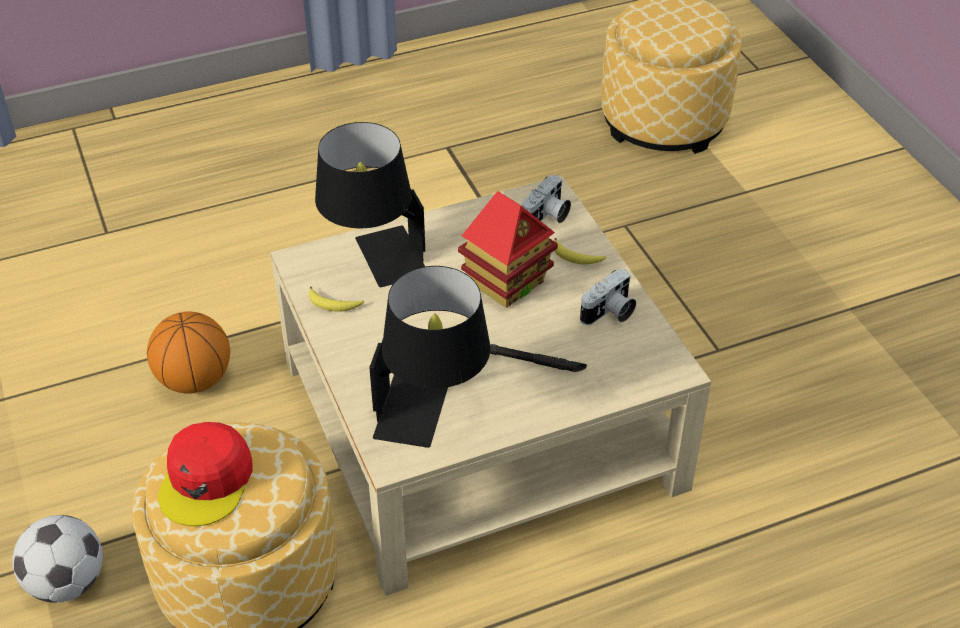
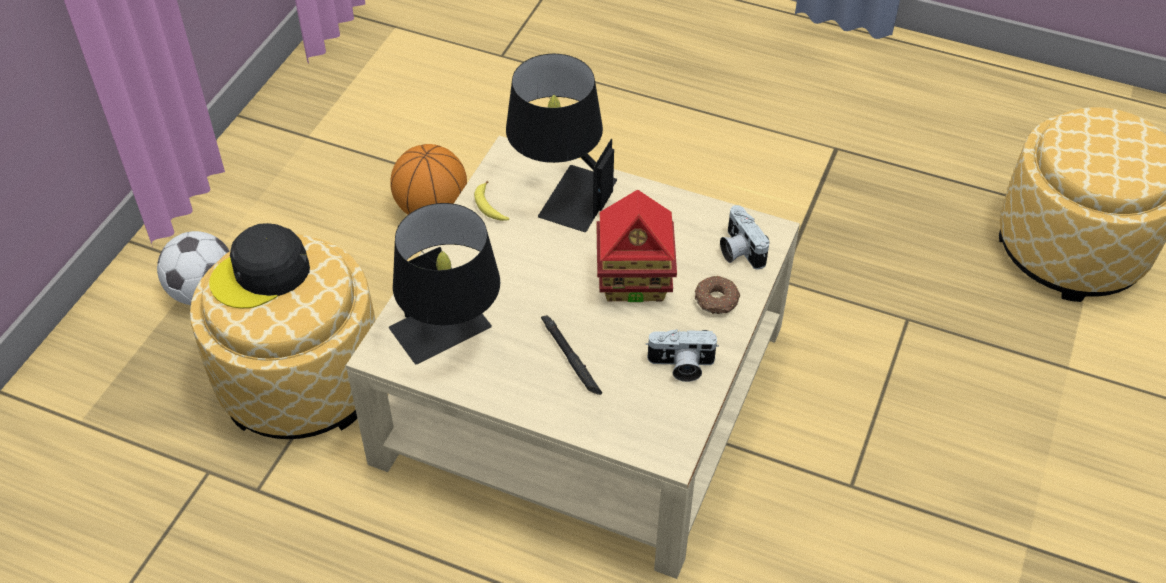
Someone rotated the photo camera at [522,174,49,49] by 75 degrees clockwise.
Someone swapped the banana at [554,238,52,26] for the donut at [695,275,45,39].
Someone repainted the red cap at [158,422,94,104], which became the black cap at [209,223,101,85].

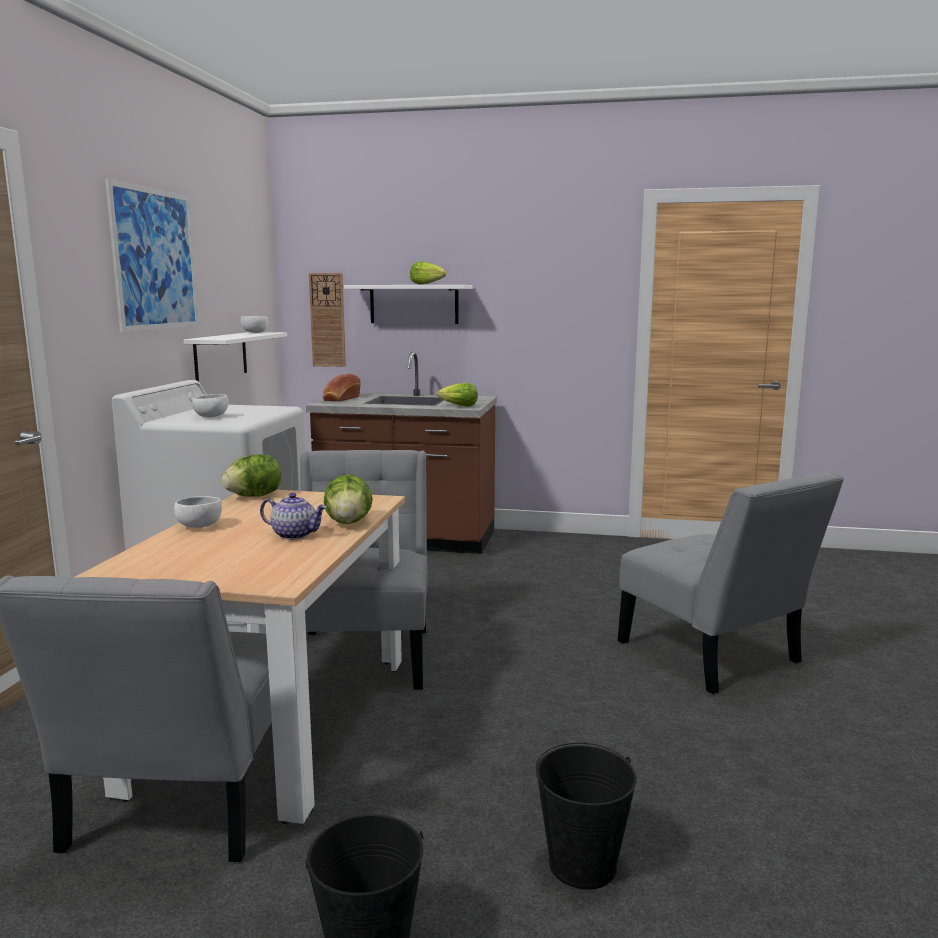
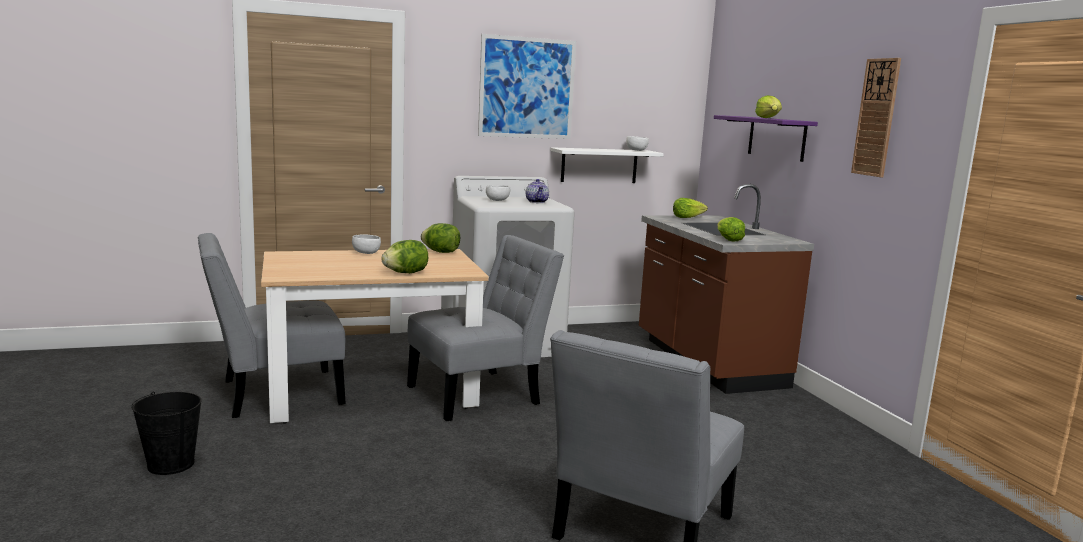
Someone carried the wall clock from [309,273,37,94] to [851,58,50,119].
Someone repainted the white shelf at [344,285,128,39], which became the purple shelf at [714,115,104,47].
Someone swapped the bread at [323,374,38,28] for the lettuce at [673,198,35,20].
Someone carried the teapot from [260,493,67,47] to [526,179,23,24].
Someone took away the black bucket at [536,743,101,147].

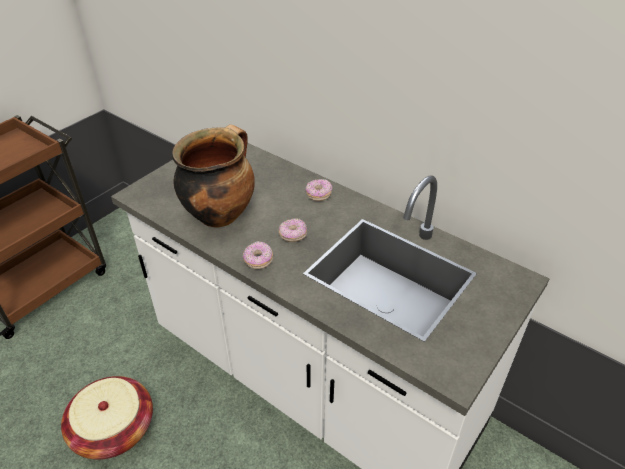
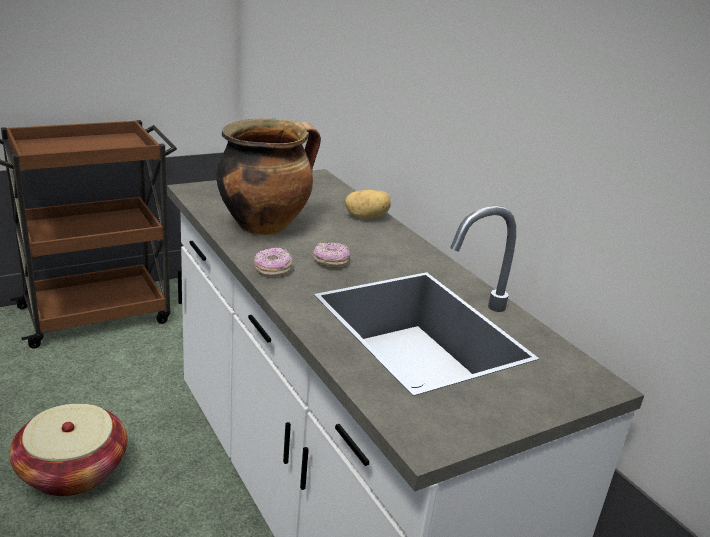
Someone took away the donut at [306,179,26,22].
Someone put down the potato at [344,190,47,29].

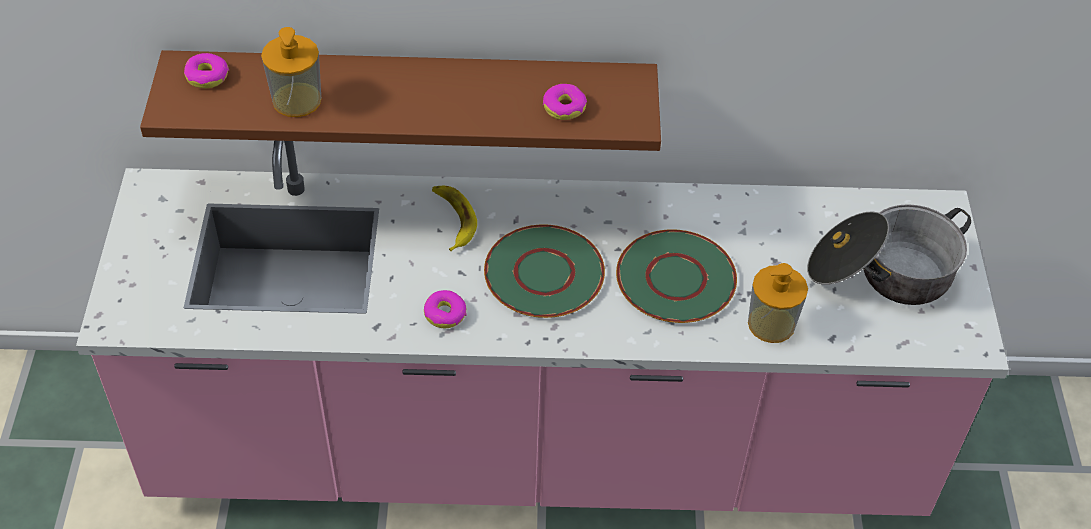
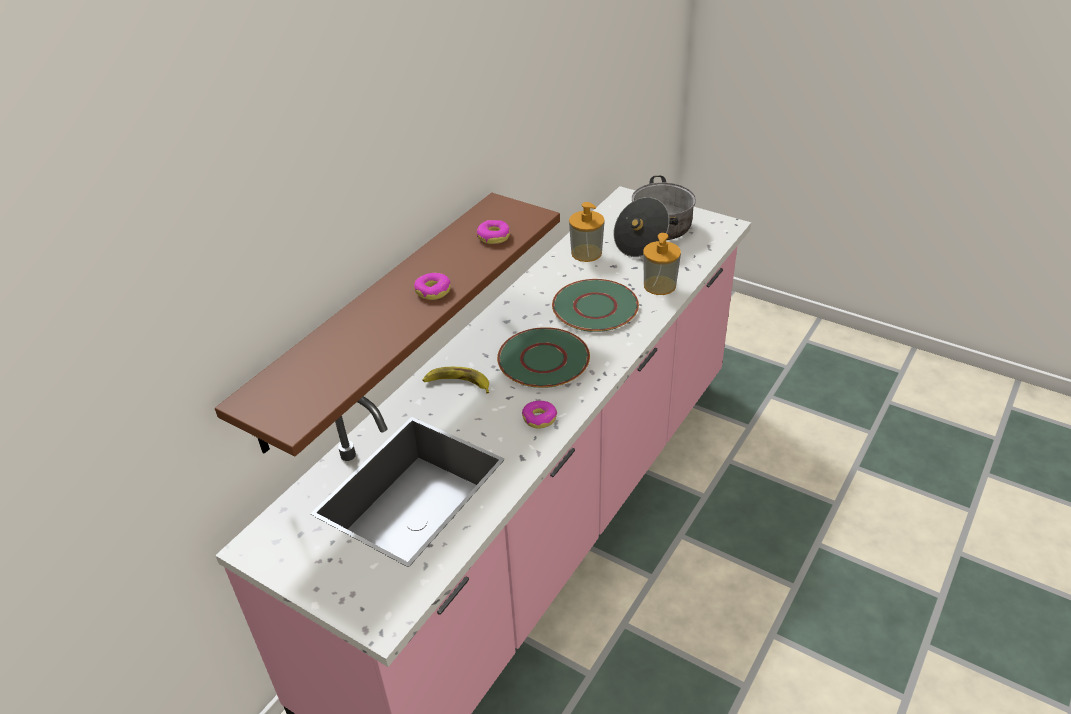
Someone carried the soap dispenser from [261,27,61,90] to [569,202,36,60].
Someone carried the donut from [184,53,45,35] to [414,273,37,27].

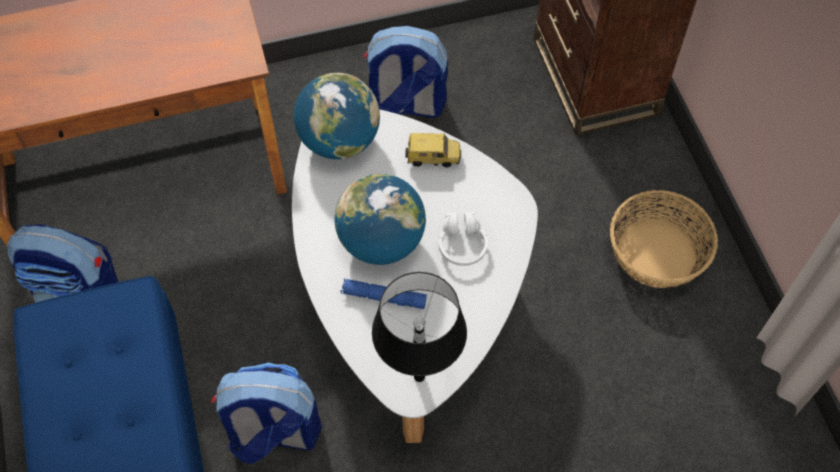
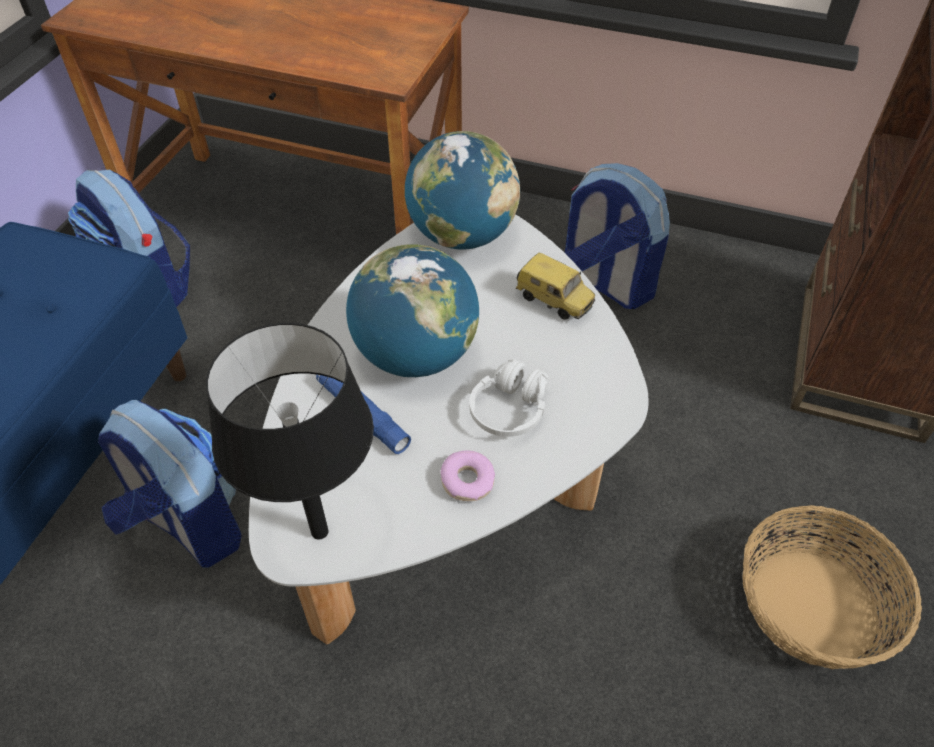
Someone put down the donut at [441,450,54,51].

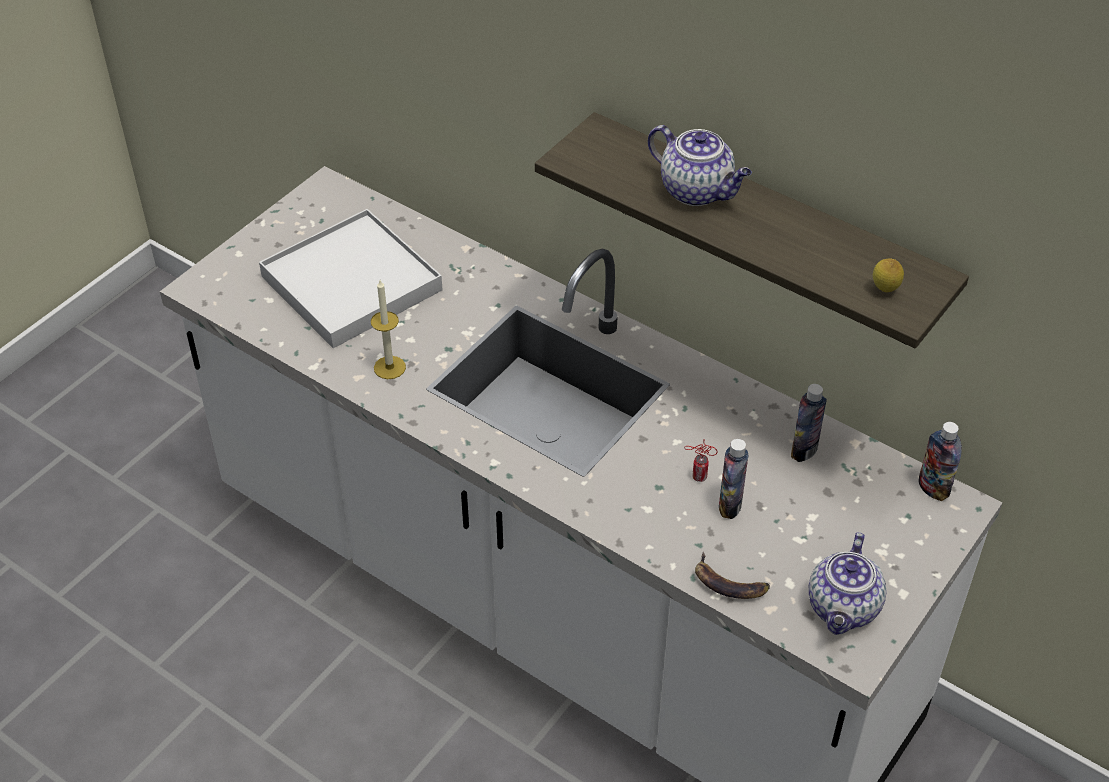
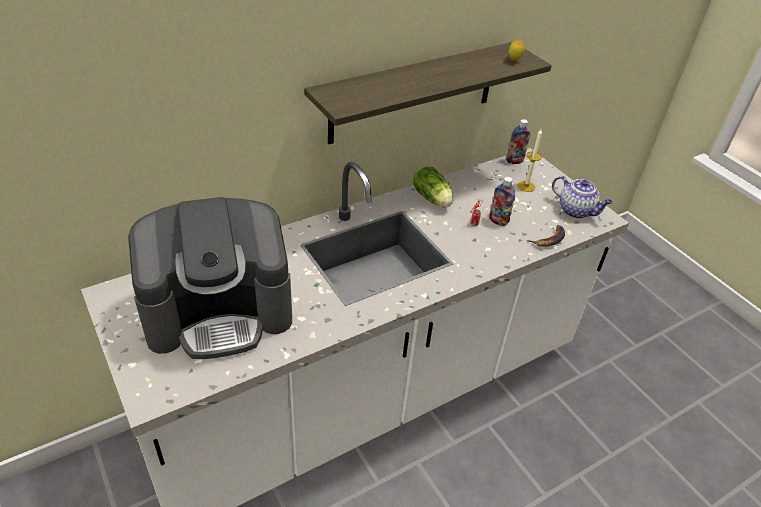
Someone took away the teapot at [648,125,104,81].
Someone swapped the white tray at [259,209,184,139] for the coffee machine at [128,197,164,162].
Someone carried the candle from [371,280,35,99] to [517,129,25,63].
Someone took away the bottle at [791,384,36,78].
Someone put down the lettuce at [413,166,41,42].

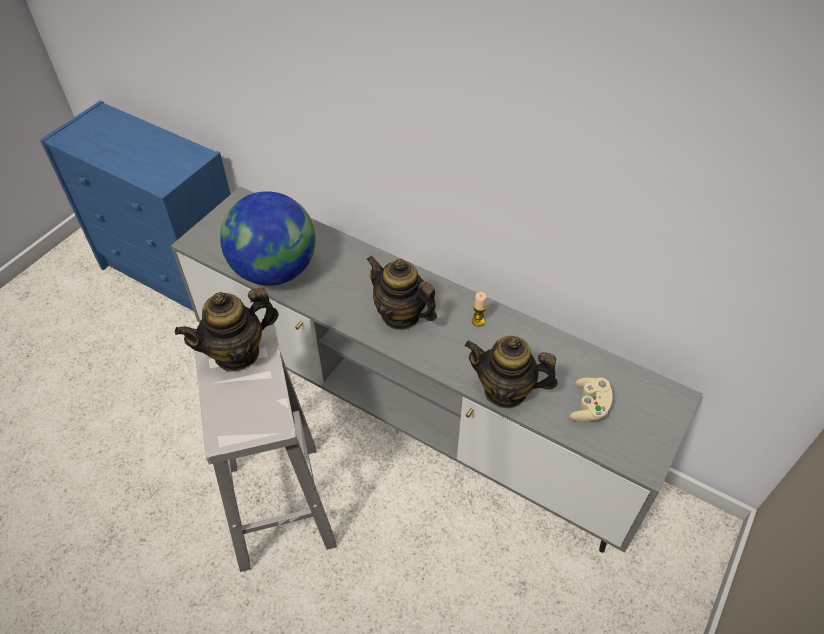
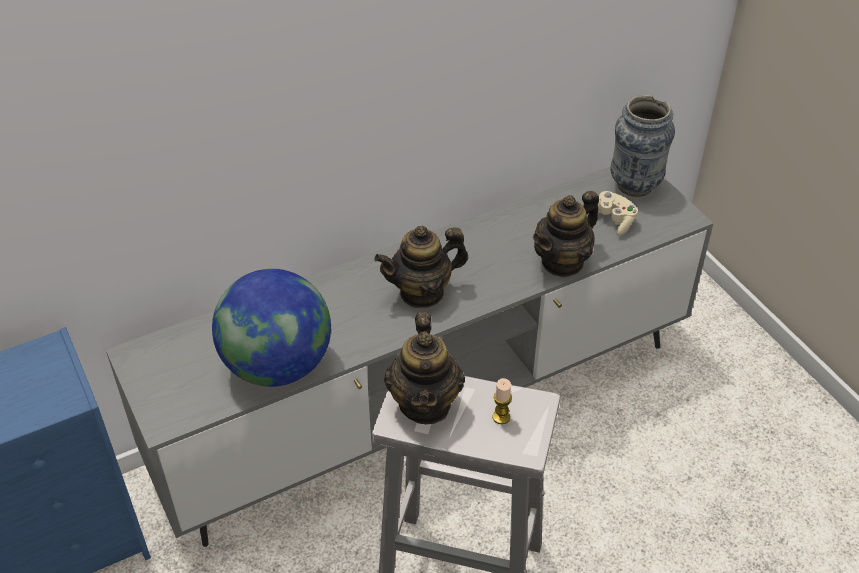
Someone carried the candle from [472,292,15,34] to [493,378,19,46].
Someone put down the vase at [611,95,64,102].

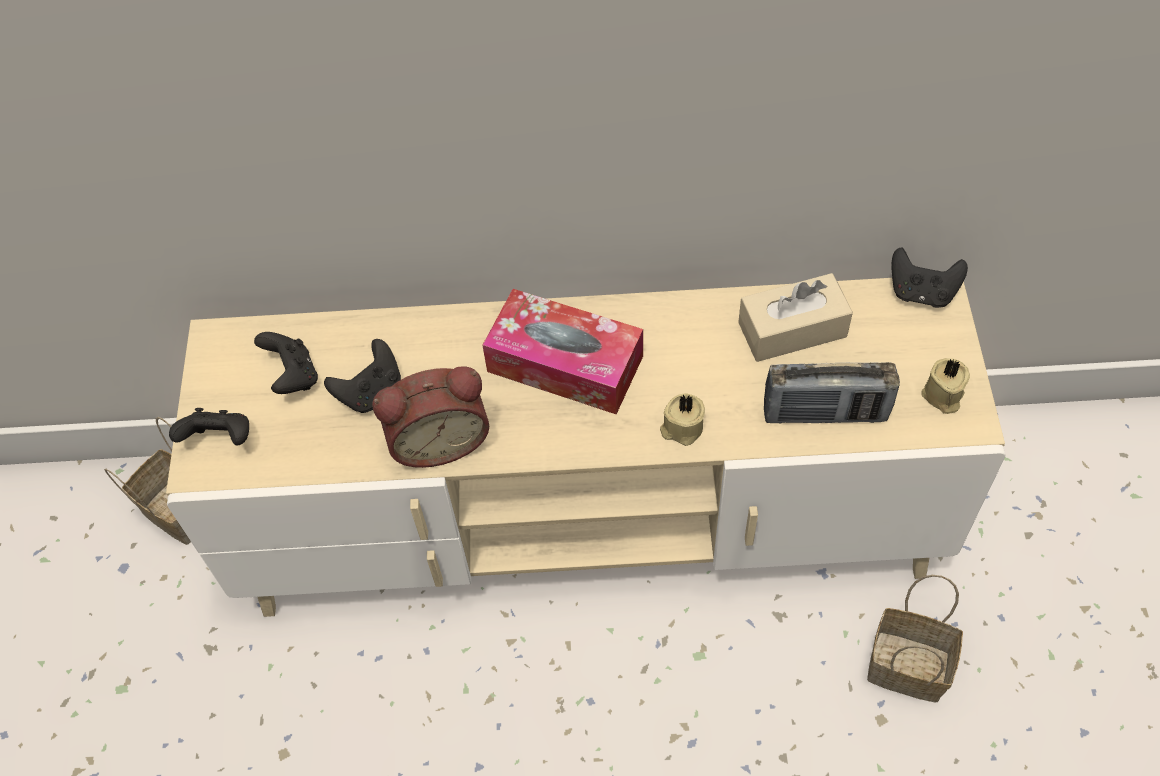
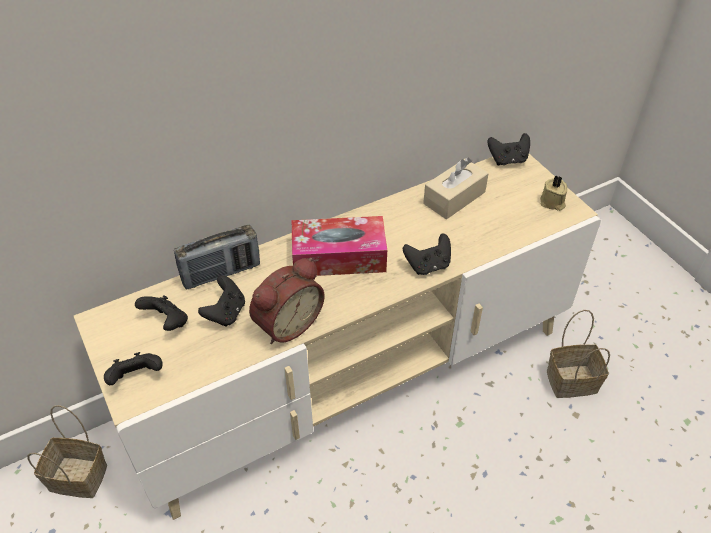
Someone carried the radio from [764,362,136,61] to [174,225,86,65].
Someone swapped the beige candle at [660,393,45,53] for the black game controller at [403,233,48,42].

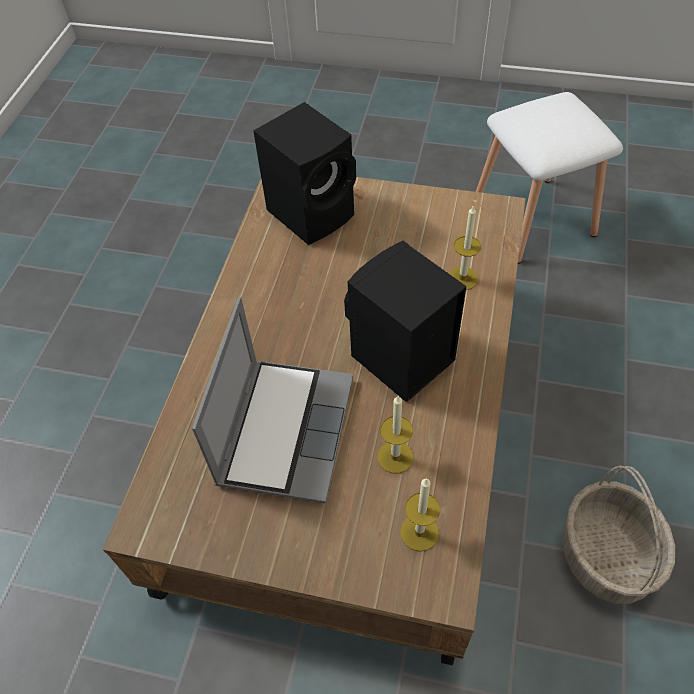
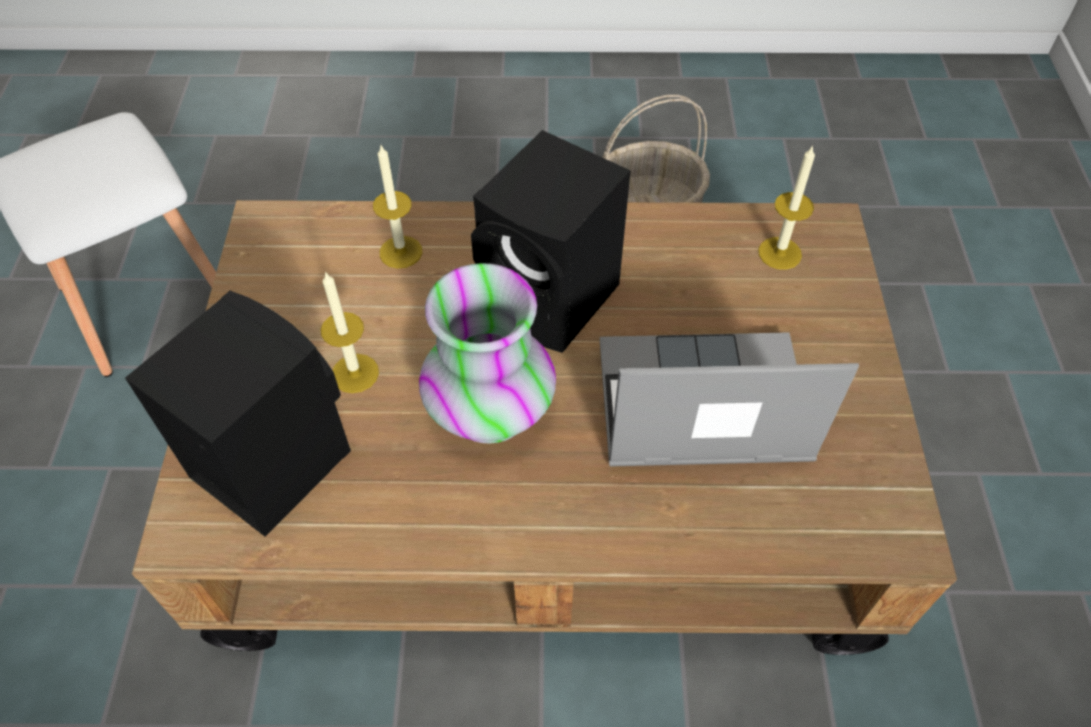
Someone carried the candle from [378,396,36,78] to [321,271,58,122].
Someone put down the vase at [419,263,137,181].

